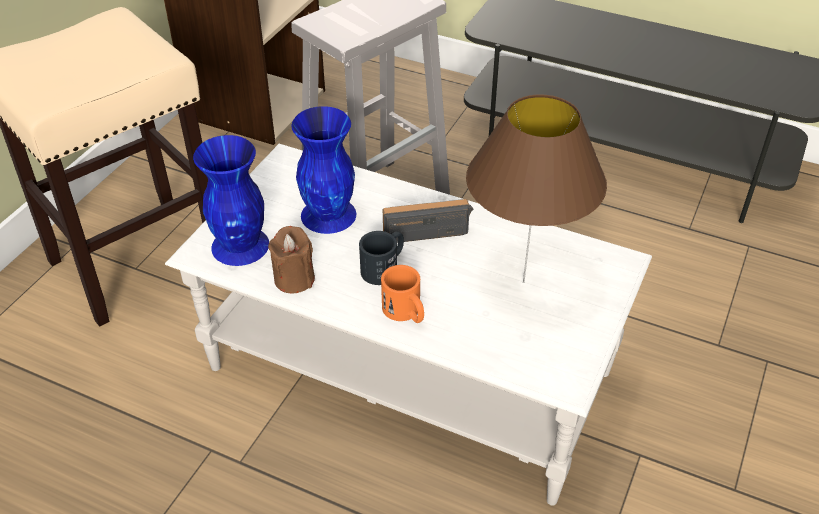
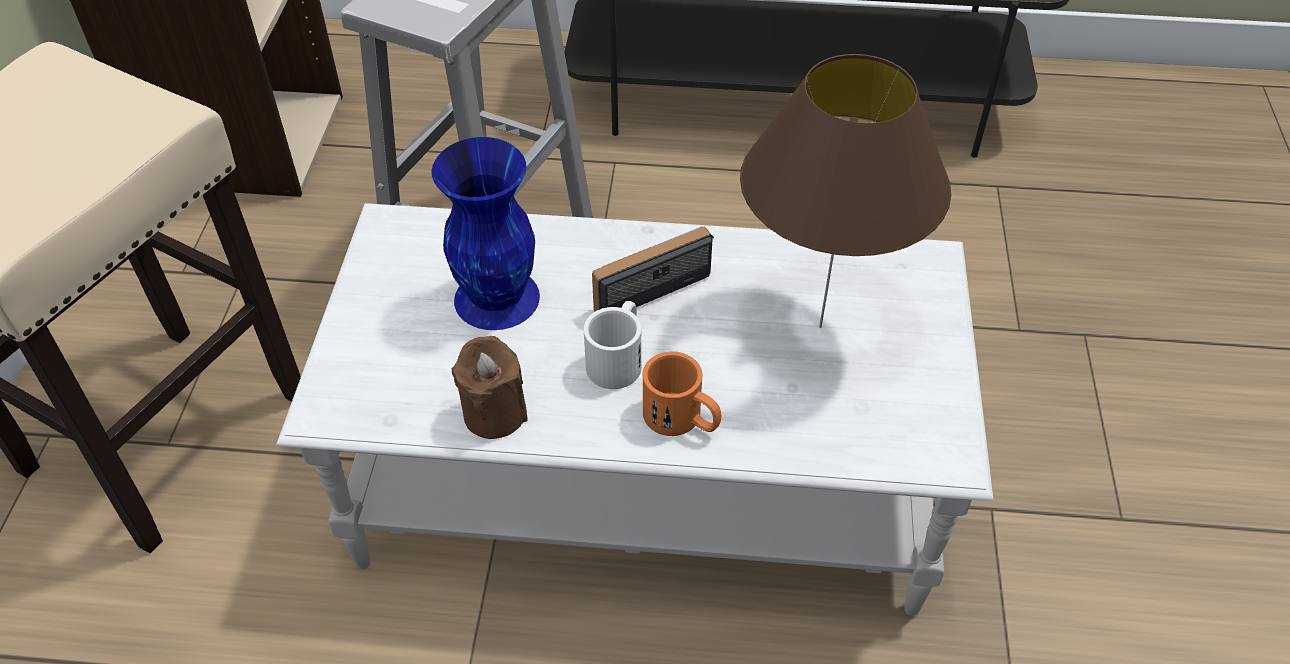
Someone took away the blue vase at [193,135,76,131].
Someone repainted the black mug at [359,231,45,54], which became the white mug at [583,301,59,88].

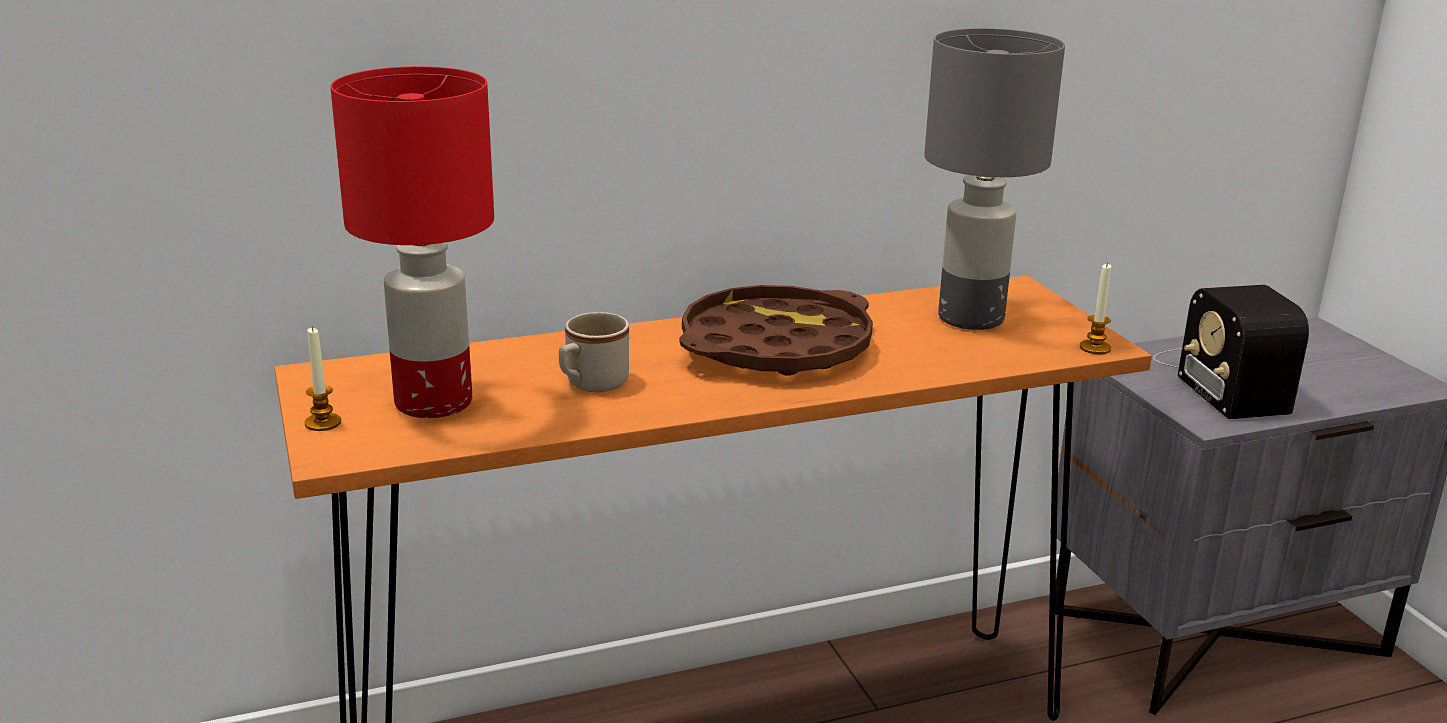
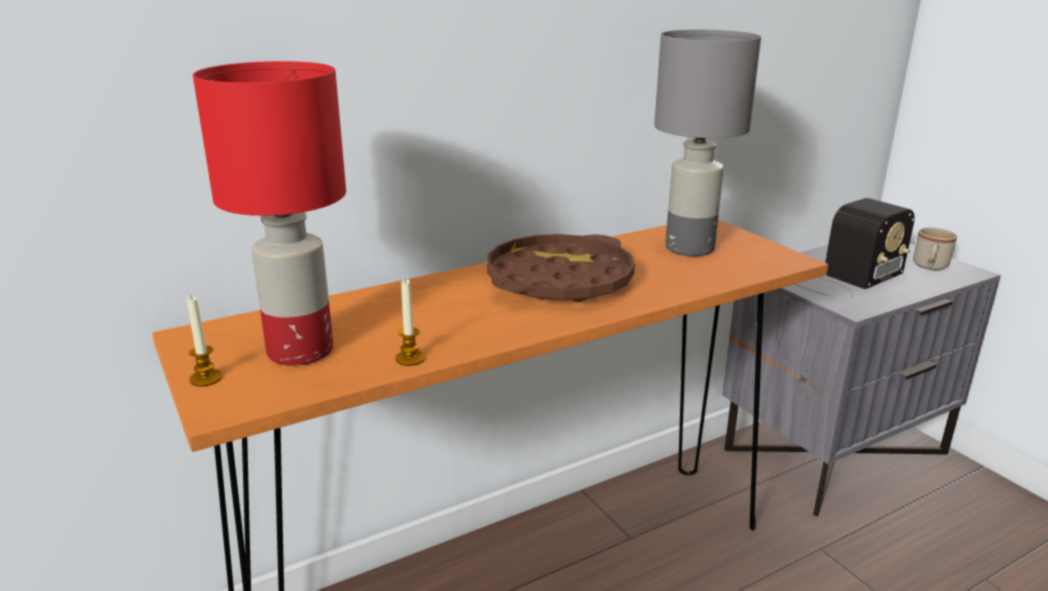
Someone carried the candle from [1080,262,31,92] to [396,278,29,88].
Someone rotated the radio at [1153,285,156,134] by 105 degrees counterclockwise.
Someone carried the beige mug from [559,312,70,80] to [913,227,44,43].

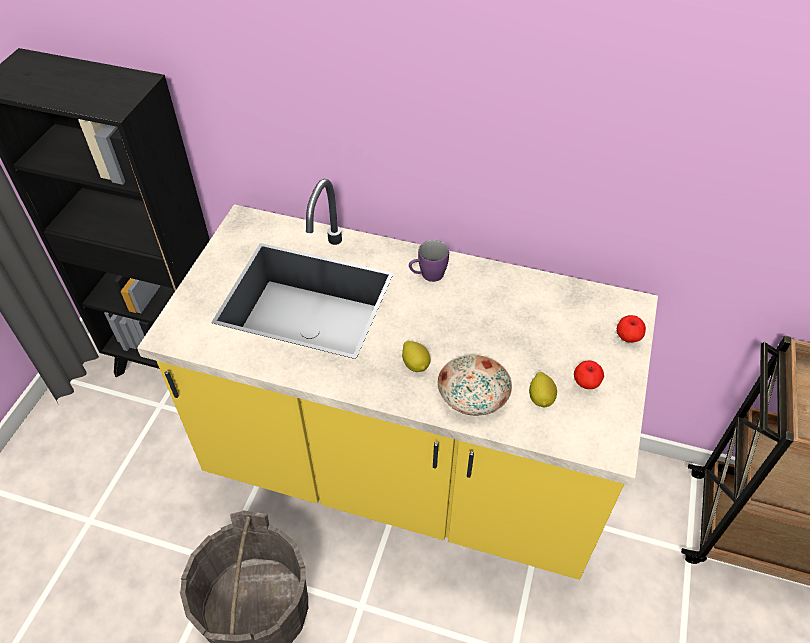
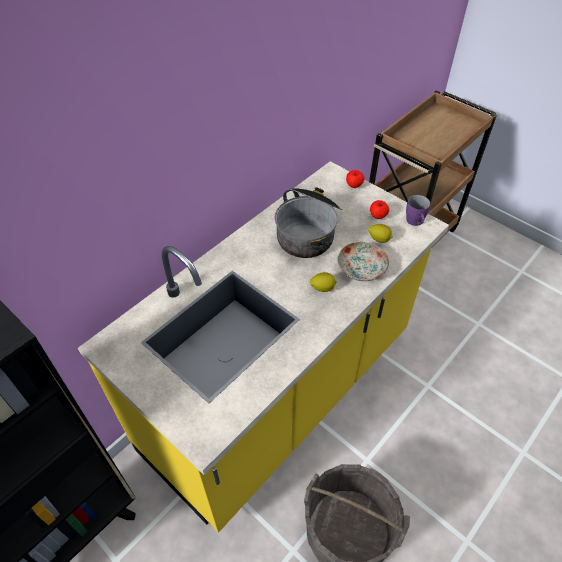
Someone carried the purple mug from [409,240,40,42] to [406,195,24,31].
Someone put down the cooking pot at [275,188,67,70].

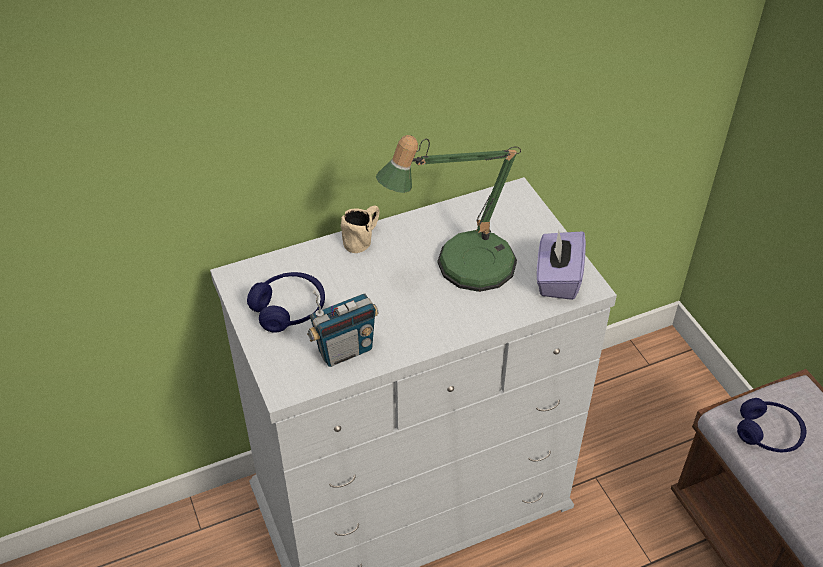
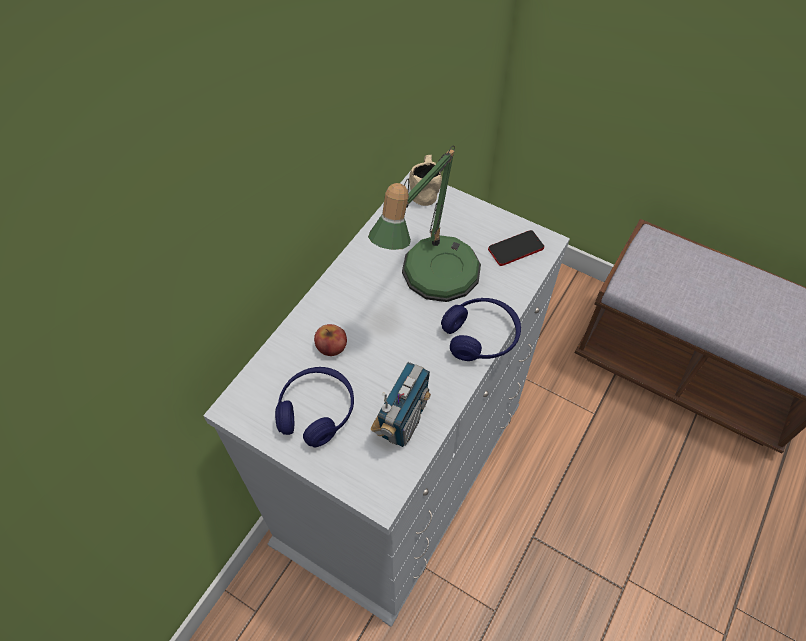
Someone carried the beige mug from [341,205,38,48] to [409,155,33,51].
Someone swapped the purple tissue box at [537,229,49,71] for the phone at [488,230,56,36].
Someone carried the blue headphones from [737,398,70,54] to [441,298,80,63].
Someone put down the apple at [314,324,33,32].

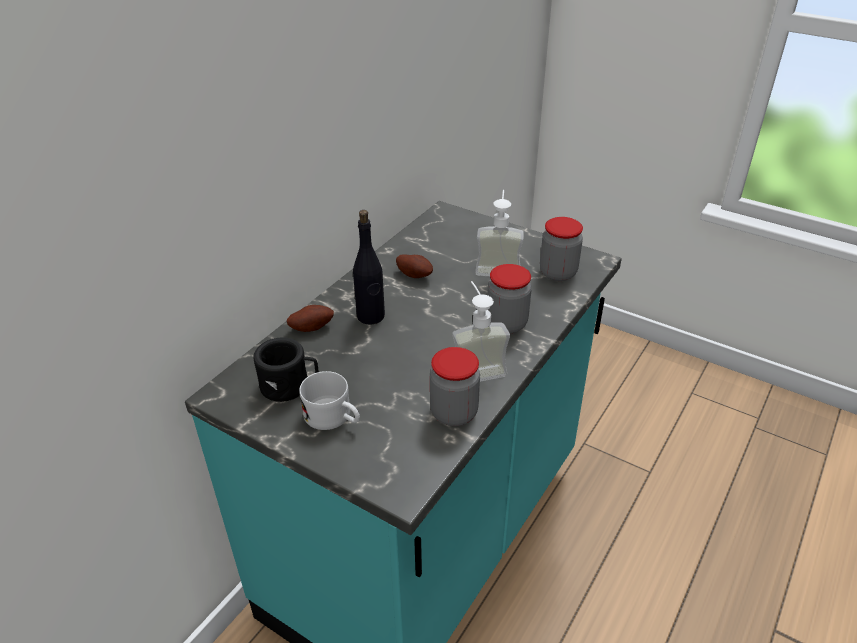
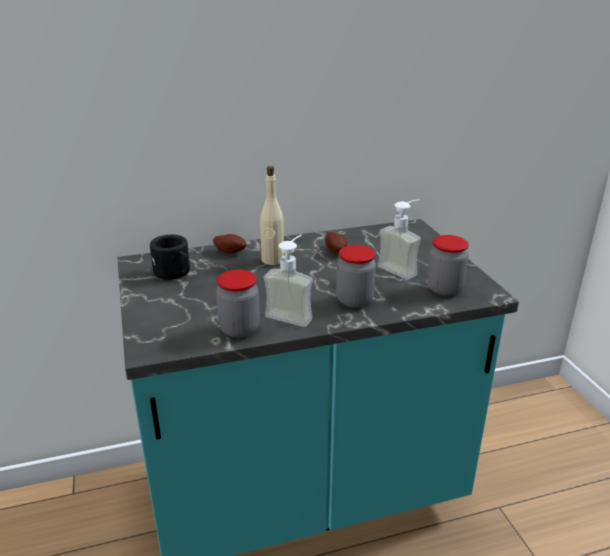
Someone repainted the black bottle at [353,210,32,115], which became the beige bottle at [260,166,24,99].
Someone took away the white mug at [299,371,61,59].

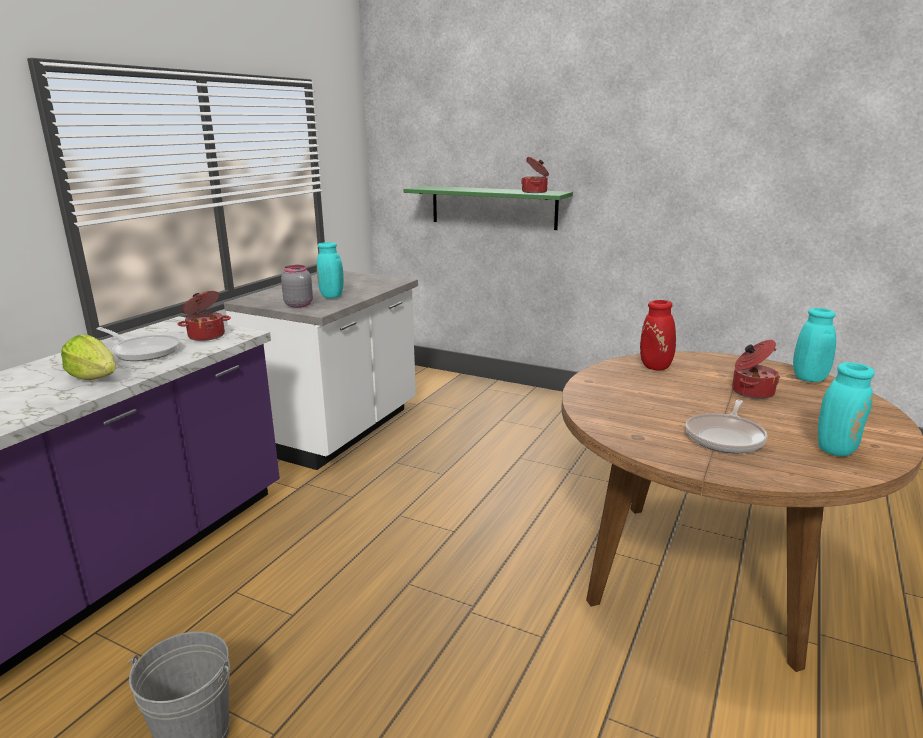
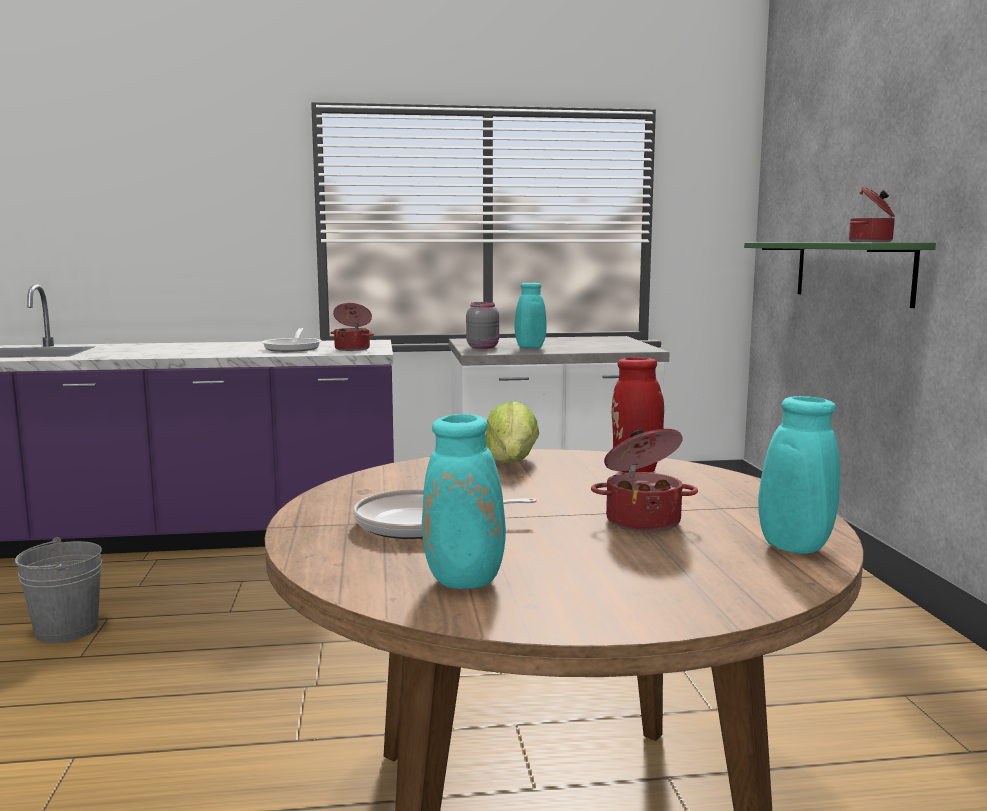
Someone carried the lettuce from [61,335,55,45] to [486,401,53,62].

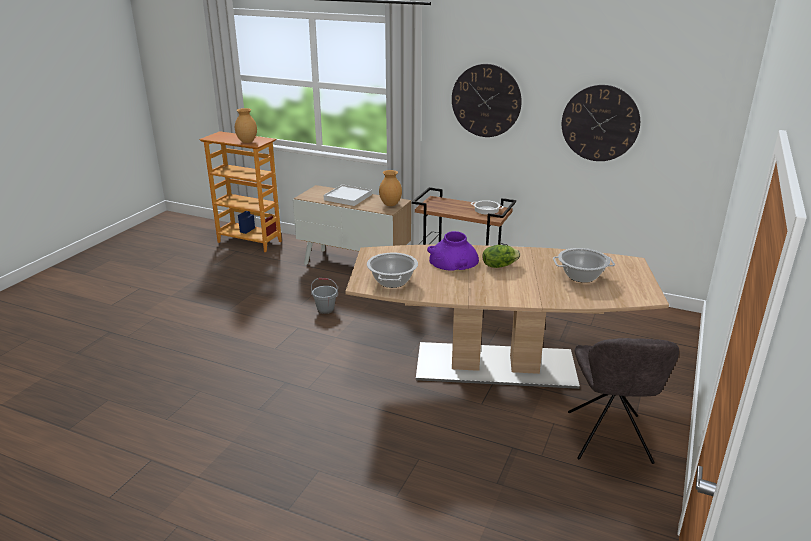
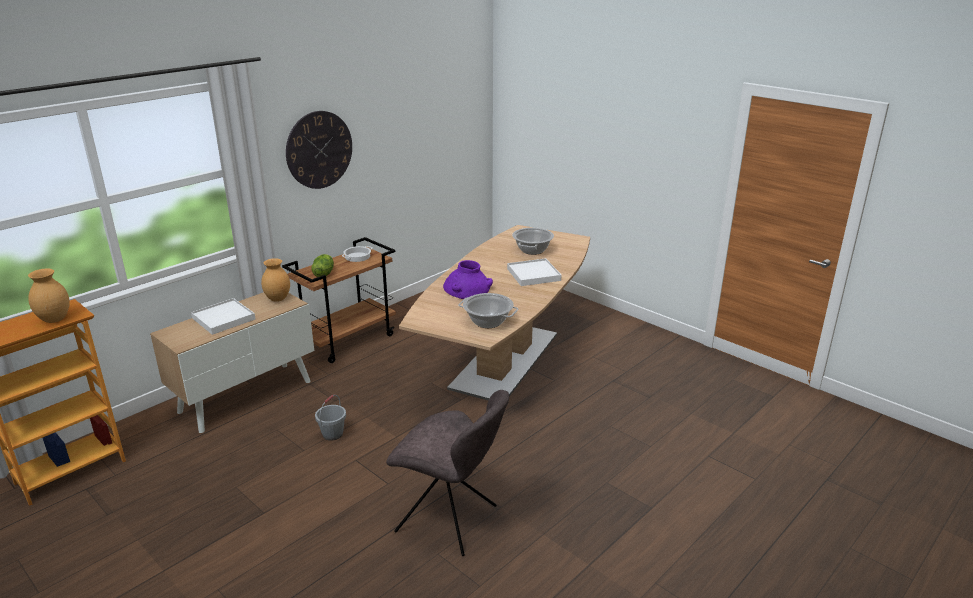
Someone took away the wall clock at [562,85,78,76].
Someone carried the lettuce from [482,245,38,23] to [311,254,23,23].
Someone carried the grey chair from [568,338,111,126] to [386,390,123,166].
Someone put down the white tray at [507,258,55,28].

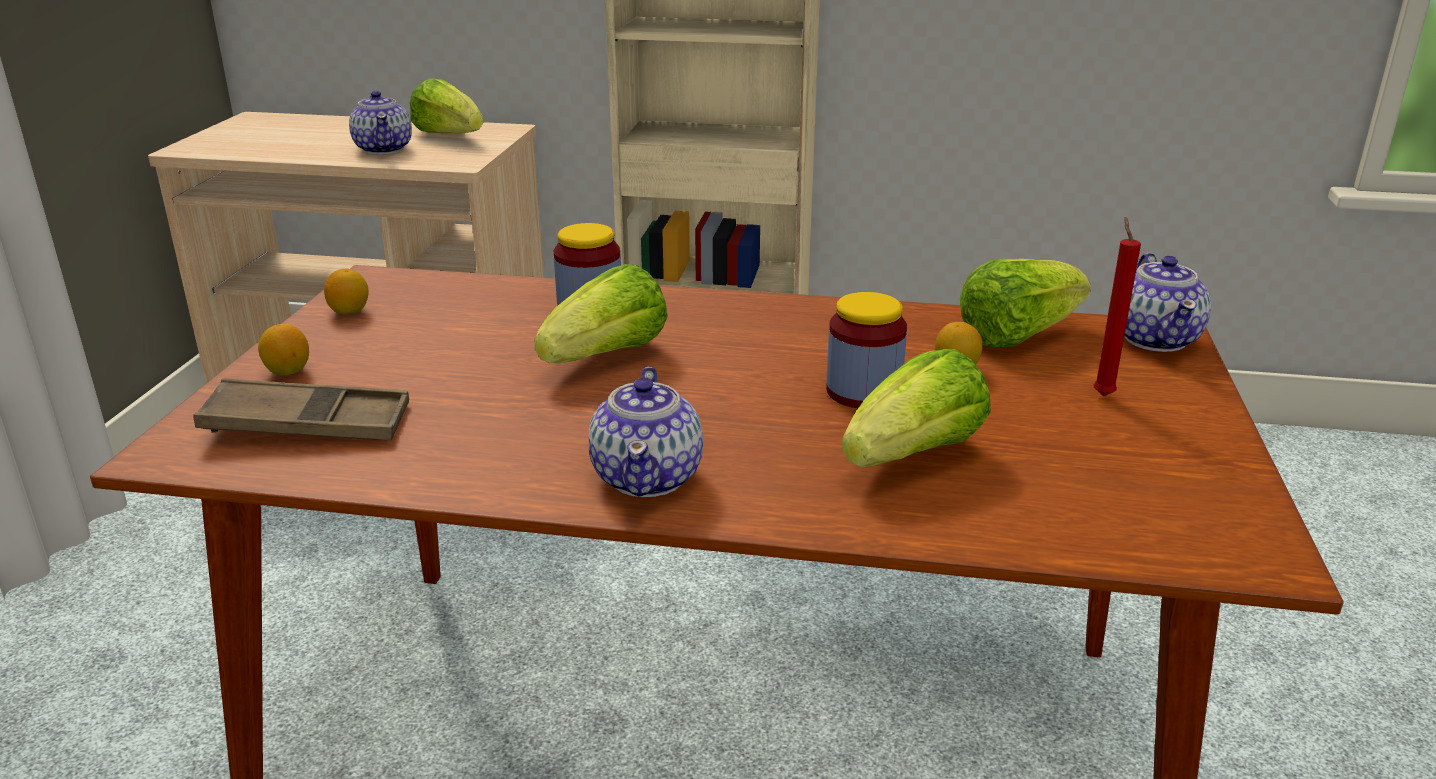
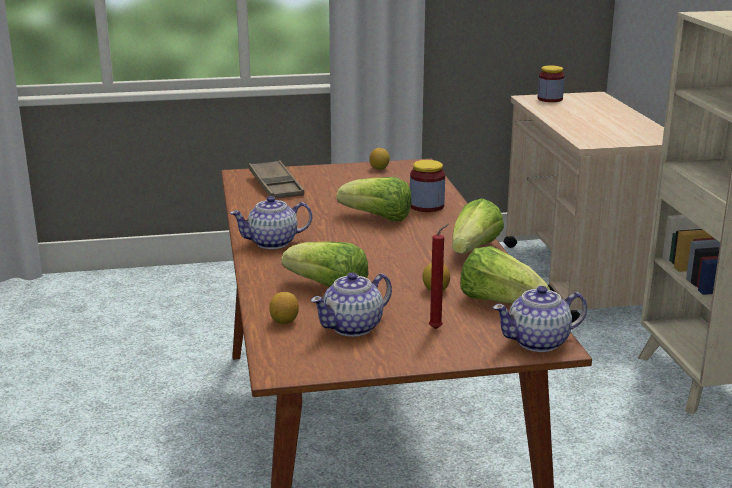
Someone carried the lettuce from [410,78,73,56] to [452,199,52,55].
Someone carried the teapot from [349,91,63,64] to [311,272,81,65].
Someone carried the jar from [826,292,81,116] to [538,65,27,37].
Someone carried the lemon from [258,324,51,52] to [269,292,30,32].

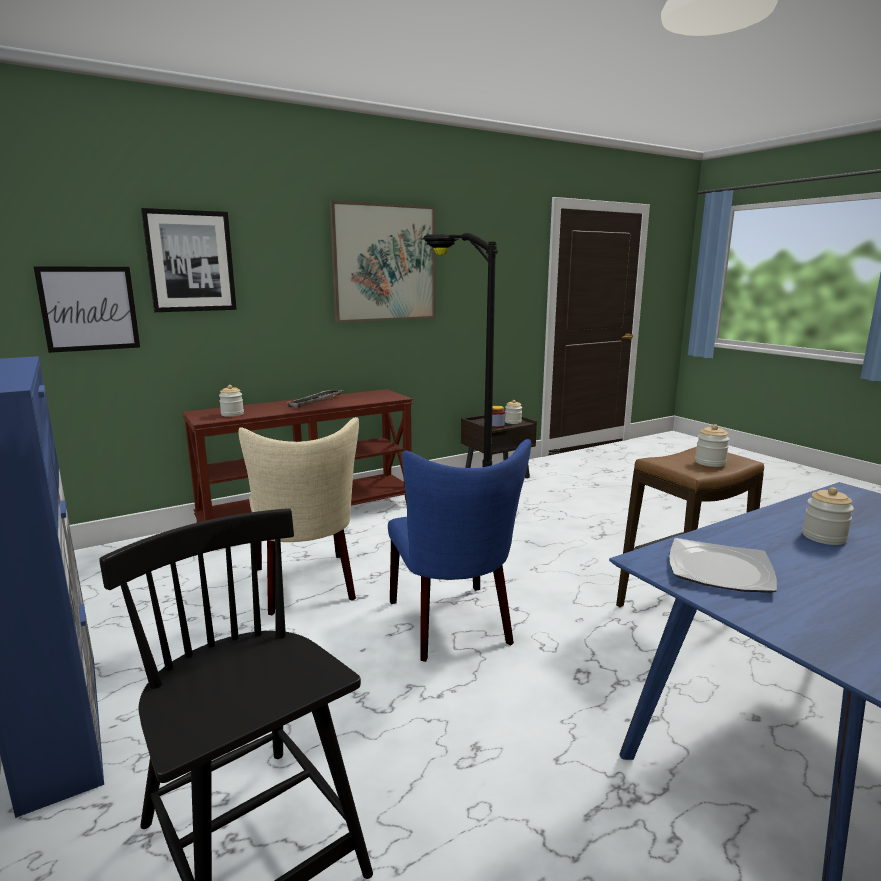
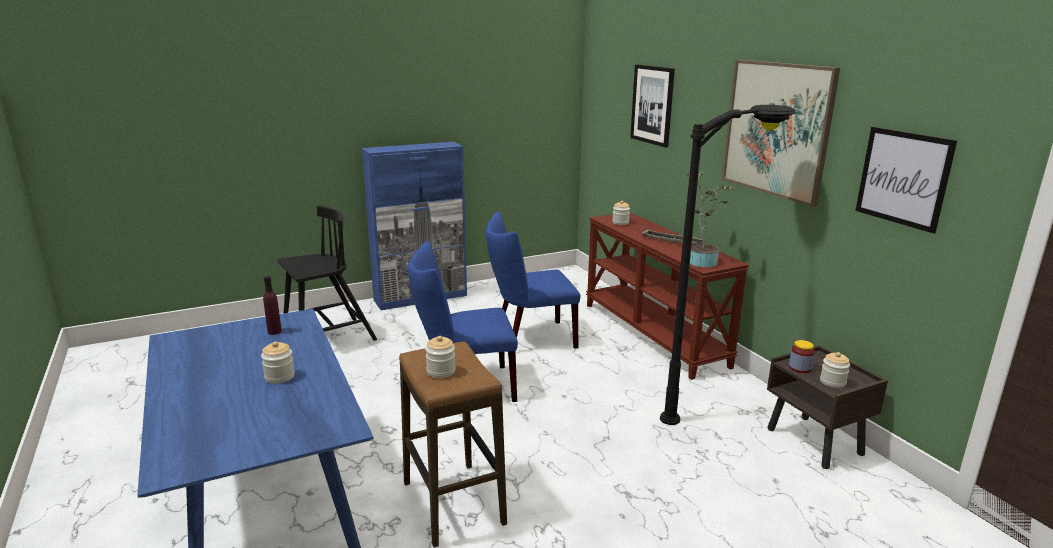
Someone carried the picture from [33,266,107,87] to [855,127,102,107].
Someone repainted the beige chair at [239,417,120,198], which became the blue chair at [486,212,94,137].
Someone swapped the plate at [669,538,108,55] for the purple bottle at [263,276,19,59].
Someone put down the potted plant at [686,171,49,96].

